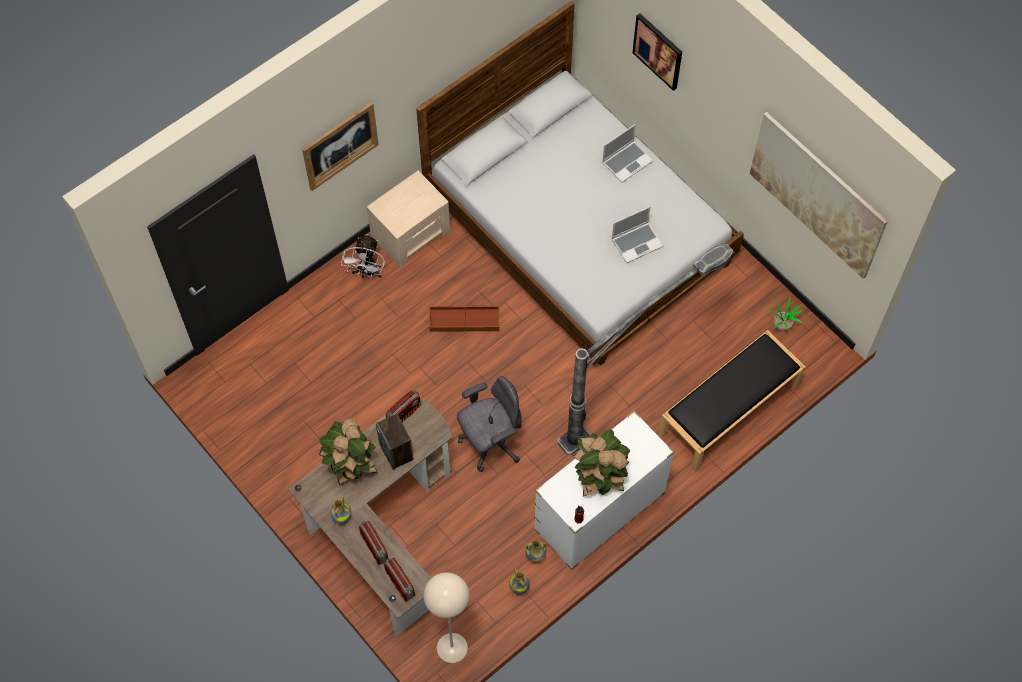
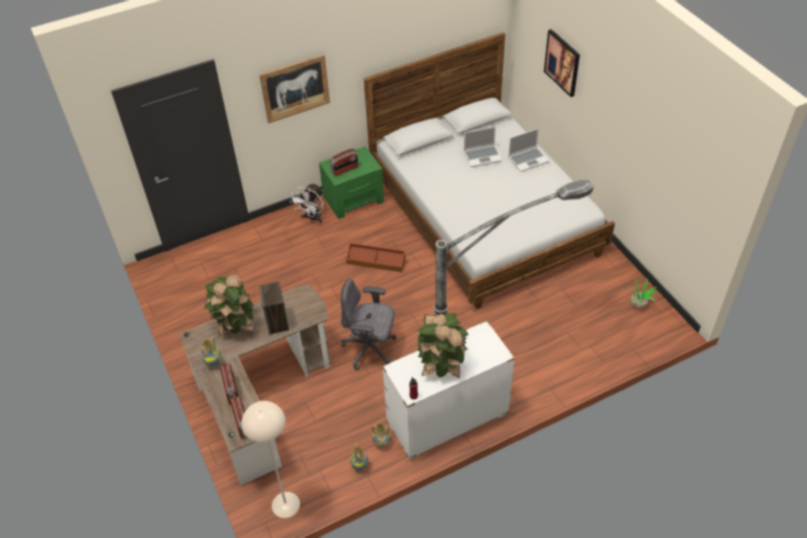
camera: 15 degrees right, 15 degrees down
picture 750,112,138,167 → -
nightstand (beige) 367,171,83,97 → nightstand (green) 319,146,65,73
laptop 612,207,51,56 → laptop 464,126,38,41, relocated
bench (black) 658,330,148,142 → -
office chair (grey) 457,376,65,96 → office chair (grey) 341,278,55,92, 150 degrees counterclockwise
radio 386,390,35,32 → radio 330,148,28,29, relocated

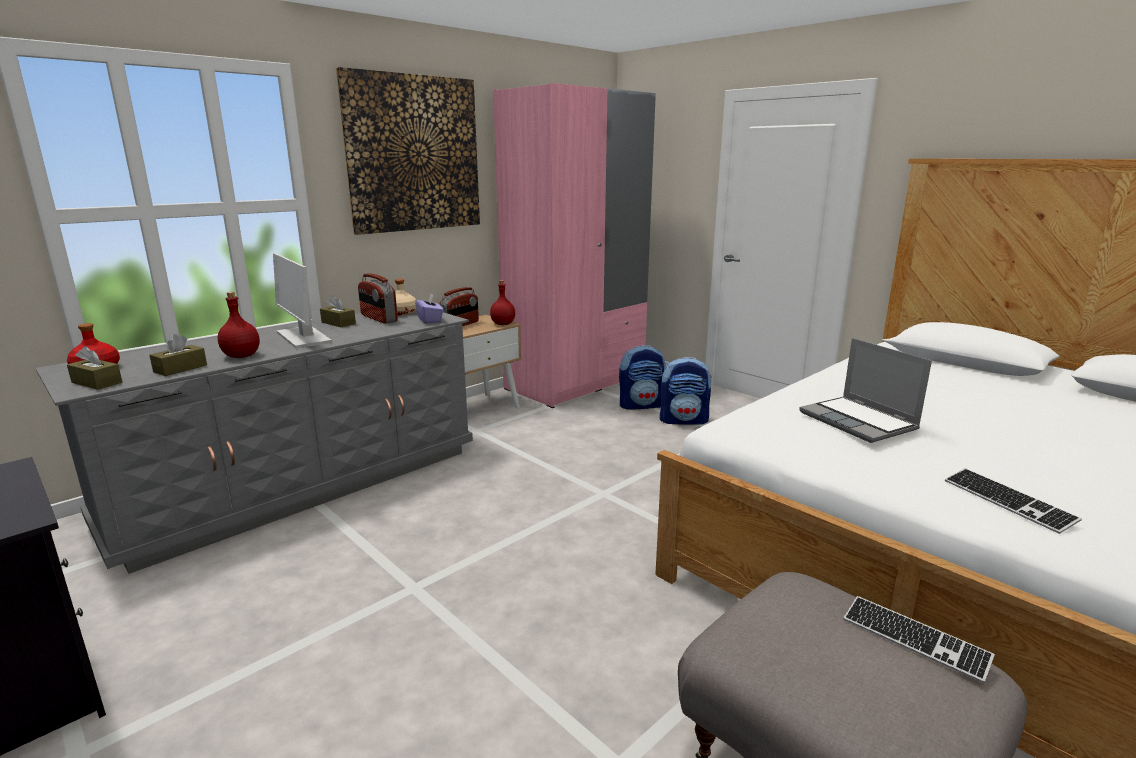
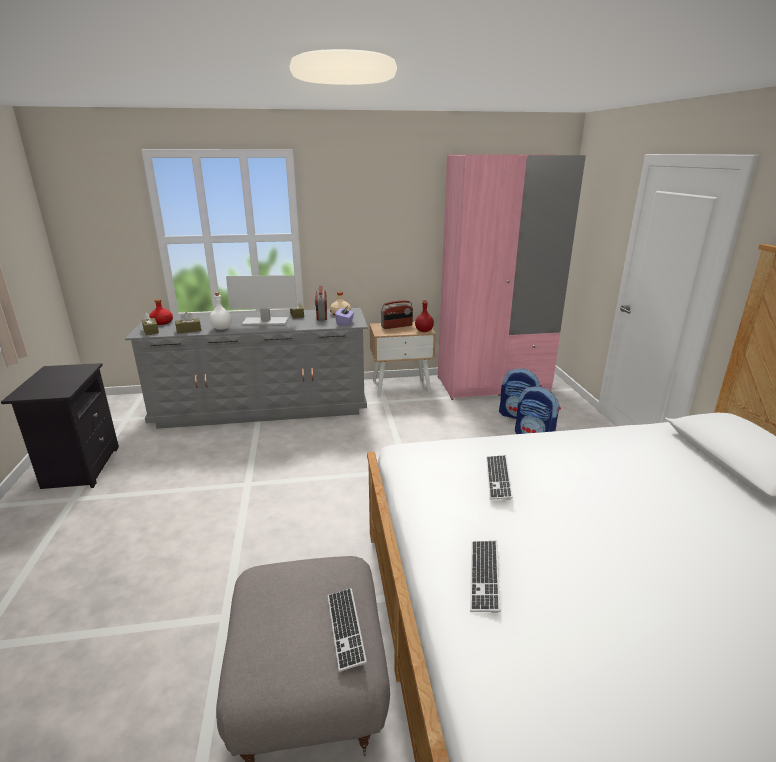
camera: 35 degrees right, 5 degrees up
picture 336,67,144,168 → -
monitor 273,253,59,96 → monitor 226,275,71,50, 90 degrees counterclockwise
bottle (red) 218,292,42,66 → bottle (white) 210,292,22,38
laptop 799,338,133,105 → keyboard 486,455,27,45

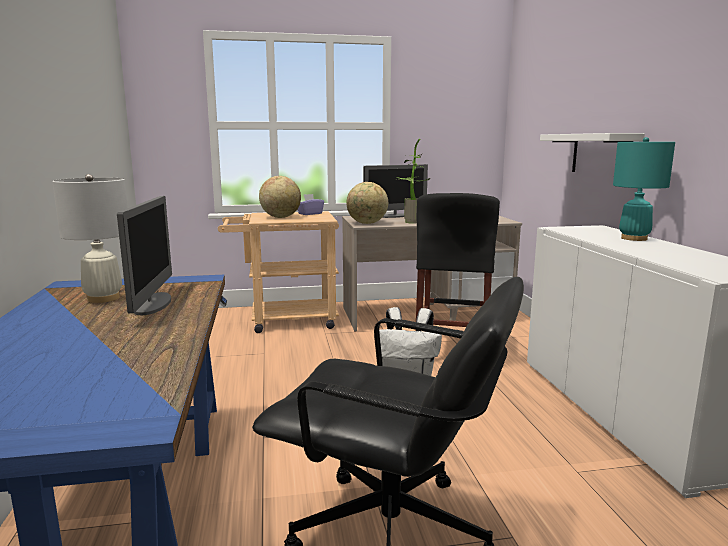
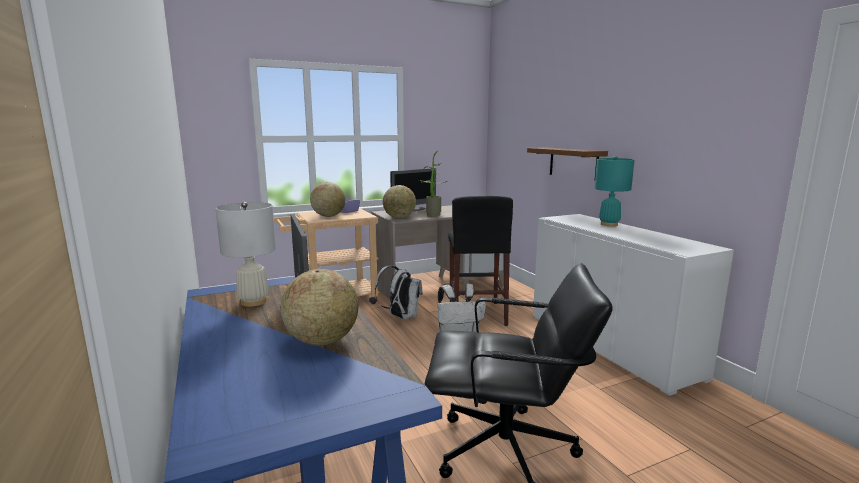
camera: 15 degrees left, 0 degrees up
shelf (white) 540,133,105,39 → shelf (brown) 527,147,81,28
- → backpack (white) 375,265,48,54
- → globe 281,269,78,77

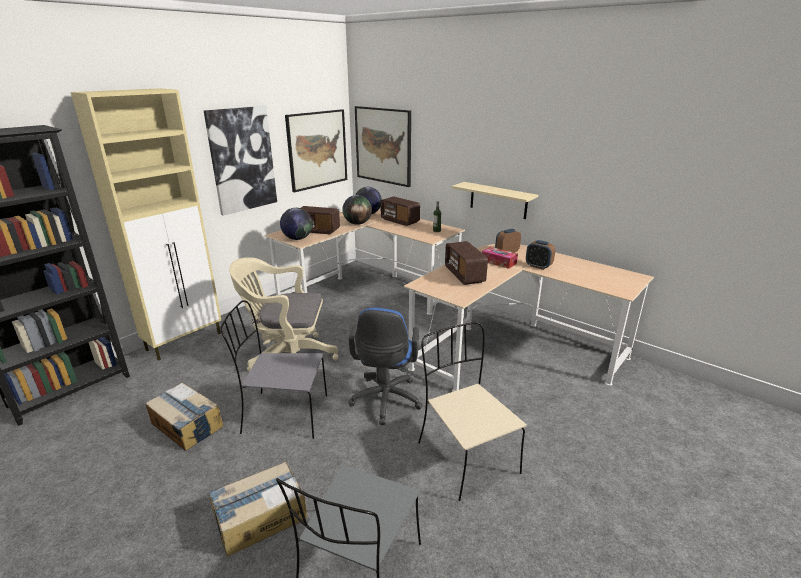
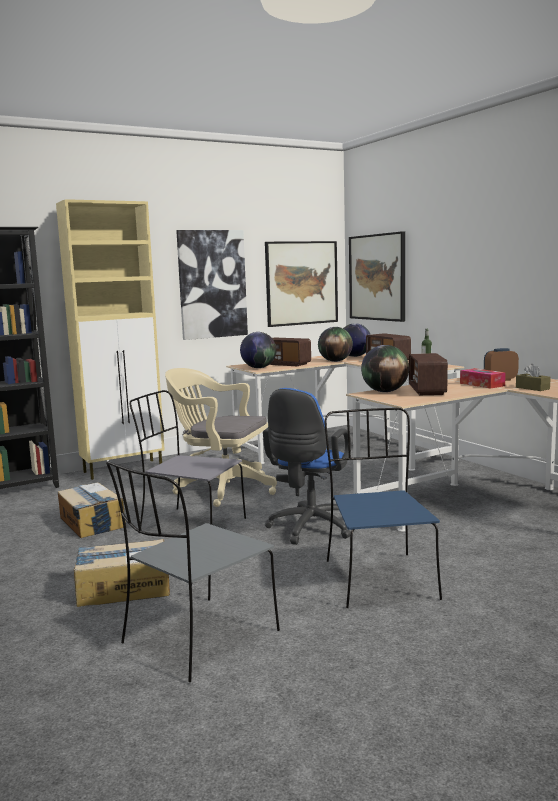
camera: 20 degrees right, 15 degrees down
shelf (beige) 451,182,87,37 → -
alarm clock 526,240,29,30 → tissue box (brown) 516,364,35,27
chair (beige) 418,322,109,179 → chair (blue) 324,408,118,200
- → globe 361,345,48,47

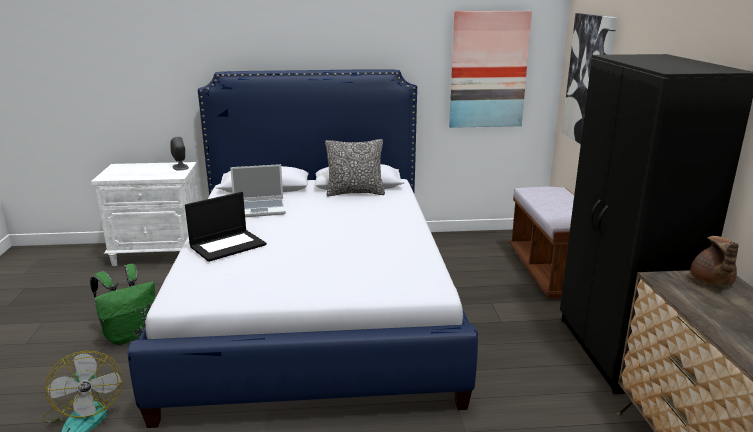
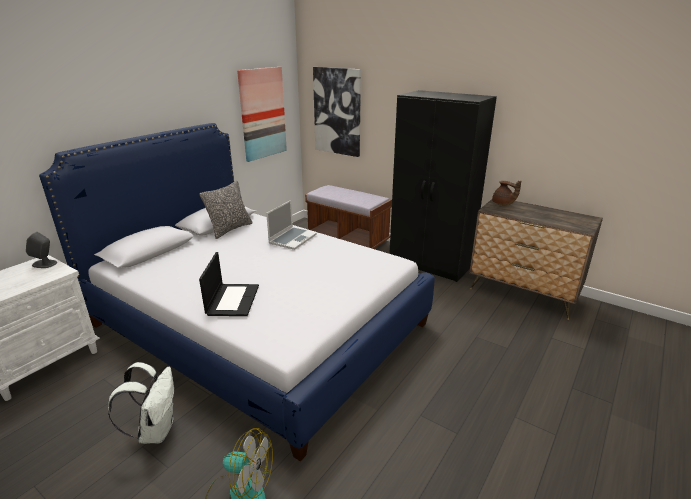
camera: 50 degrees left, 5 degrees up
laptop 230,164,56,53 → laptop 266,200,51,50, relocated
backpack (green) 90,264,65,81 → backpack (white) 108,362,66,82

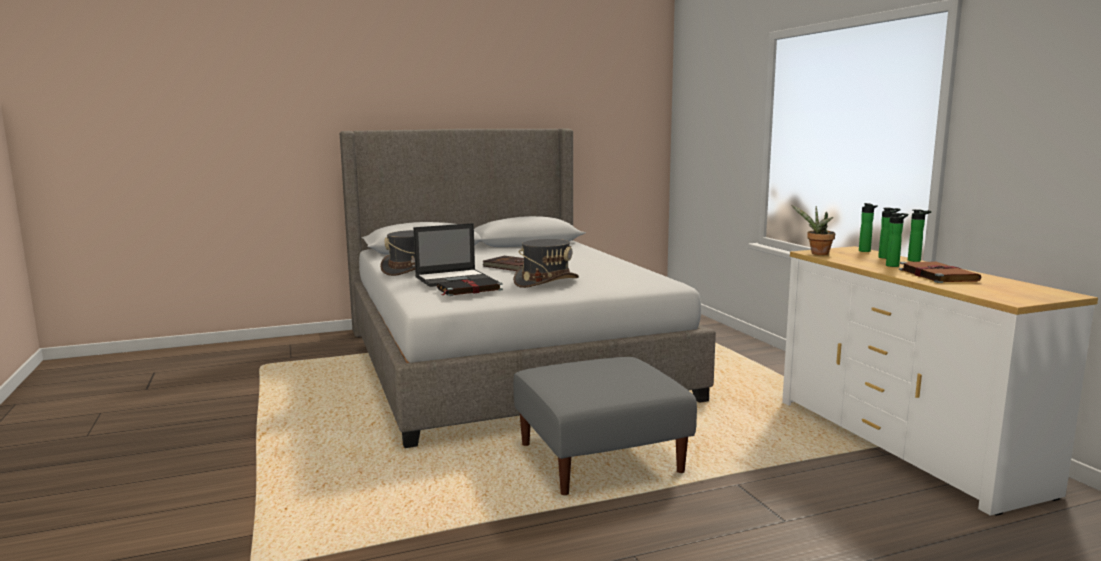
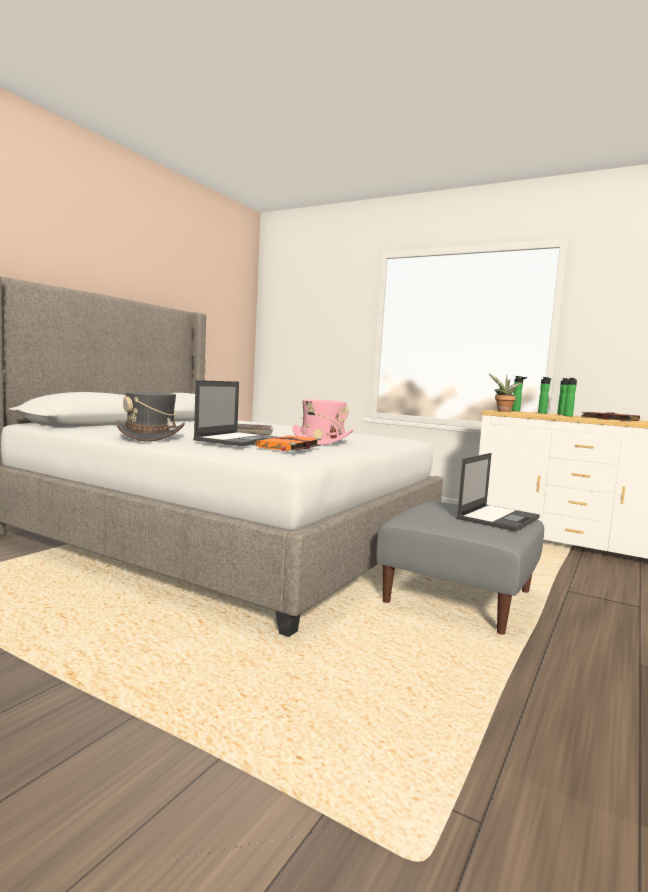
camera: 40 degrees left, 5 degrees down
hat (grey) 513,239,66,49 → hat (pink) 293,399,60,46
book (black) 437,277,66,19 → book (orange) 255,435,66,17
- → laptop 456,453,84,79

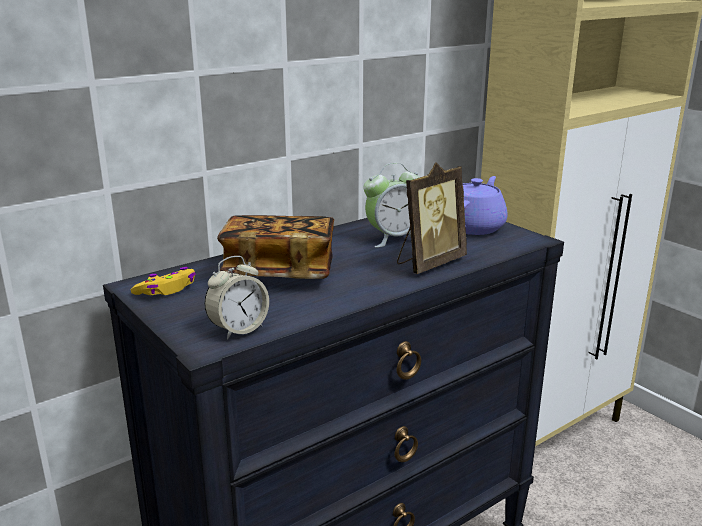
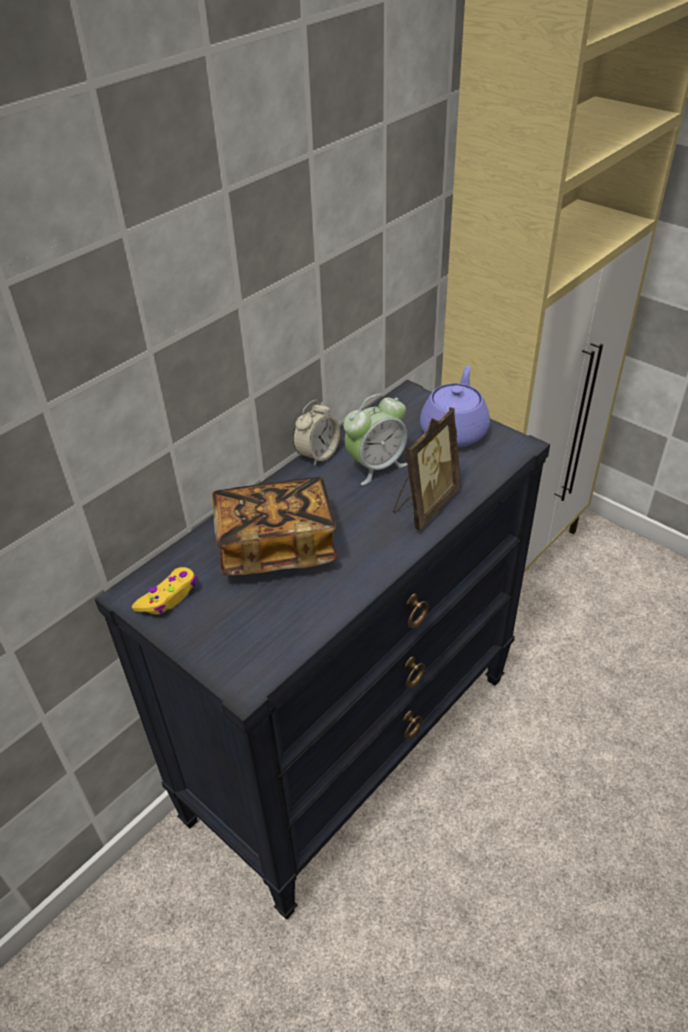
camera: 10 degrees left, 20 degrees up
alarm clock 204,256,65,84 → alarm clock 293,400,47,66, relocated

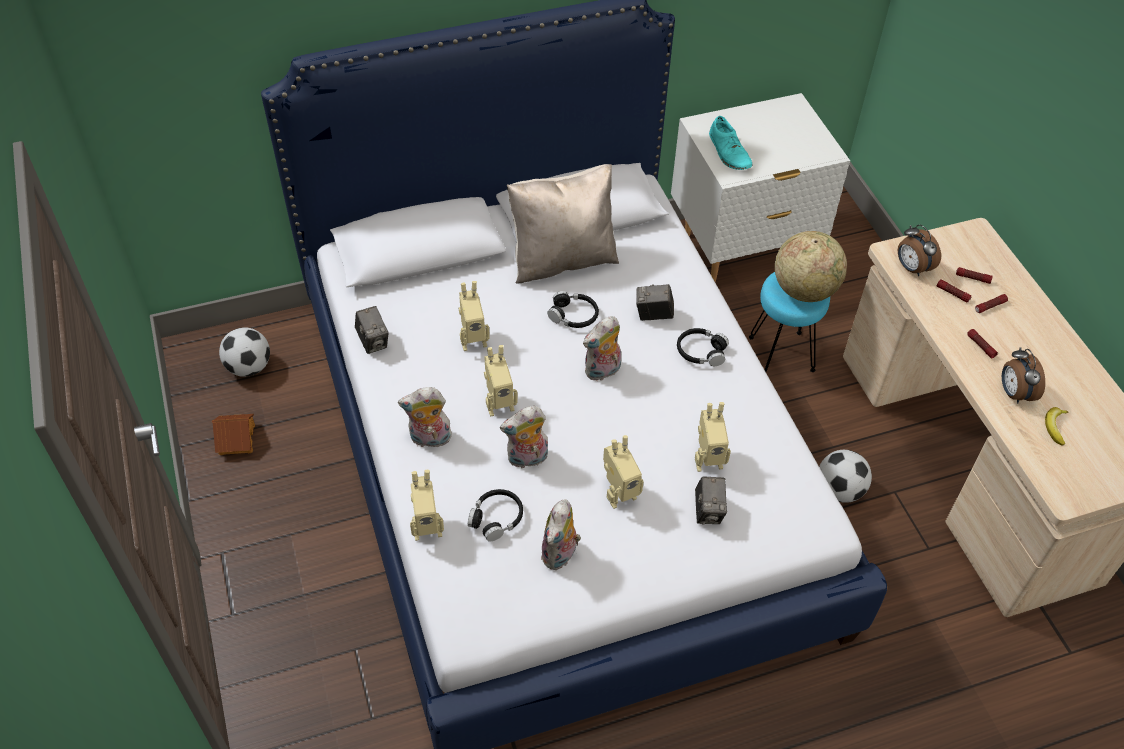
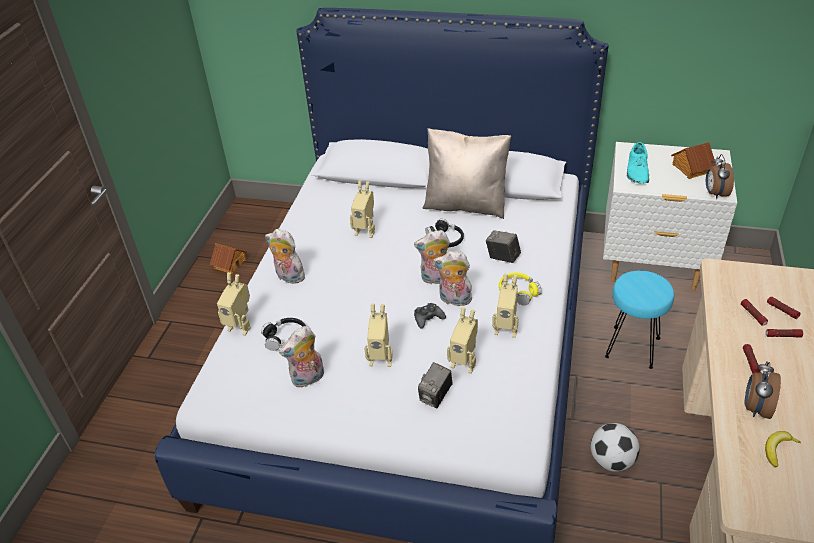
camera: 35 degrees right, 10 degrees down
alarm clock 898,224,43,52 → alarm clock 706,154,28,45, relocated
globe 775,231,72,71 → -
photo camera 355,306,34,48 → -
football 219,327,51,50 → -
headphones (black) 677,328,52,38 → headphones (yellow) 499,273,43,33
toy robot 484,345,34,71 → toy robot 492,274,26,64, relocated
plush toy 500,406,48,62 → plush toy 433,251,39,55, relocated
- → toy house 671,142,45,37
- → game controller (black) 414,303,32,26

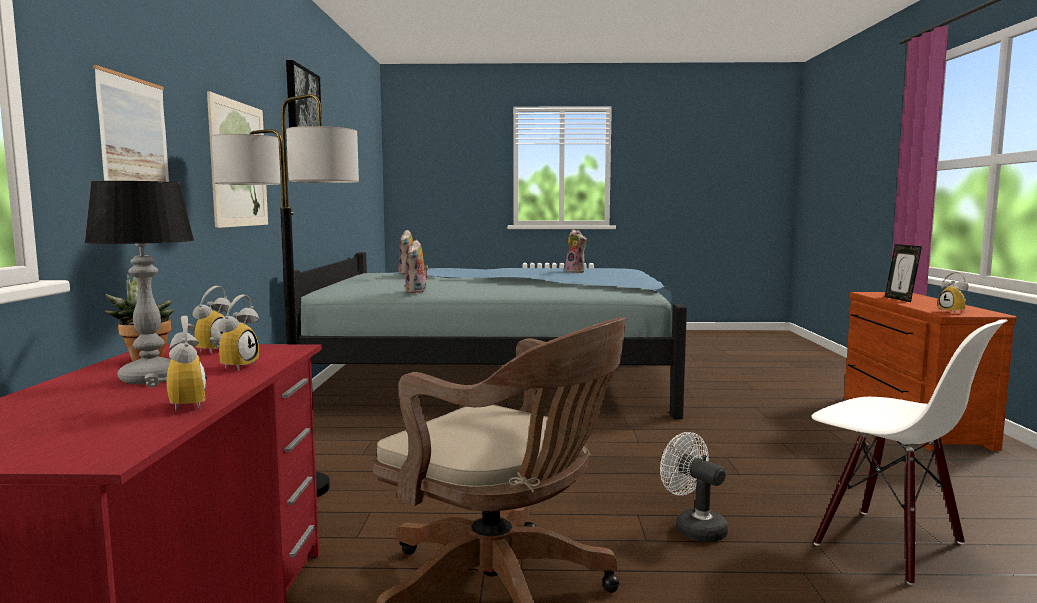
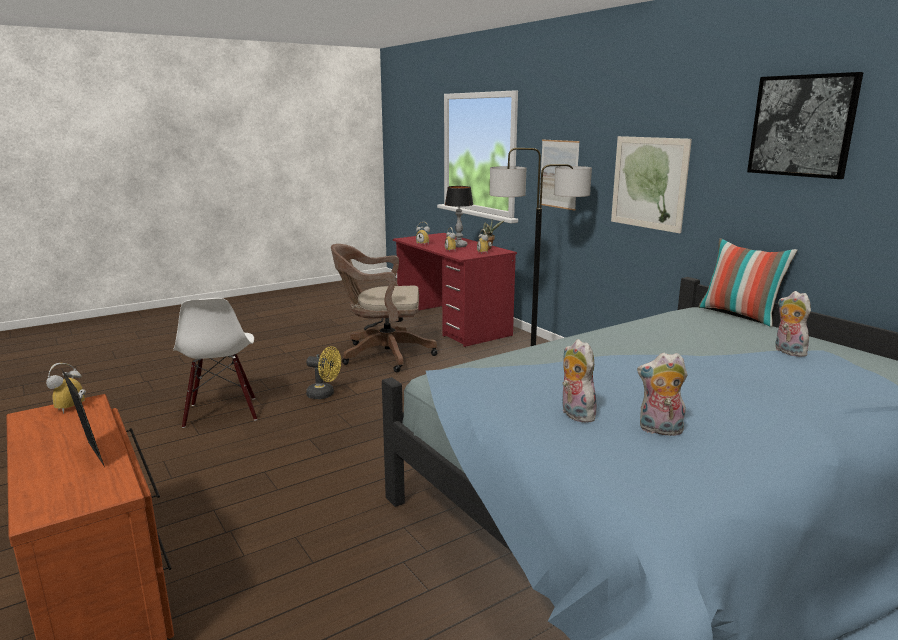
camera: 145 degrees right, 10 degrees up
plush toy 405,240,24,54 → plush toy 563,339,36,83, relocated
alarm clock 939,272,30,42 → alarm clock 46,363,40,51, 105 degrees counterclockwise
chair (white) 812,319,196,266 → chair (white) 173,298,84,130, 120 degrees counterclockwise
fan (white) 660,432,68,110 → fan (yellow) 306,346,35,53
- → pillow 698,238,99,89

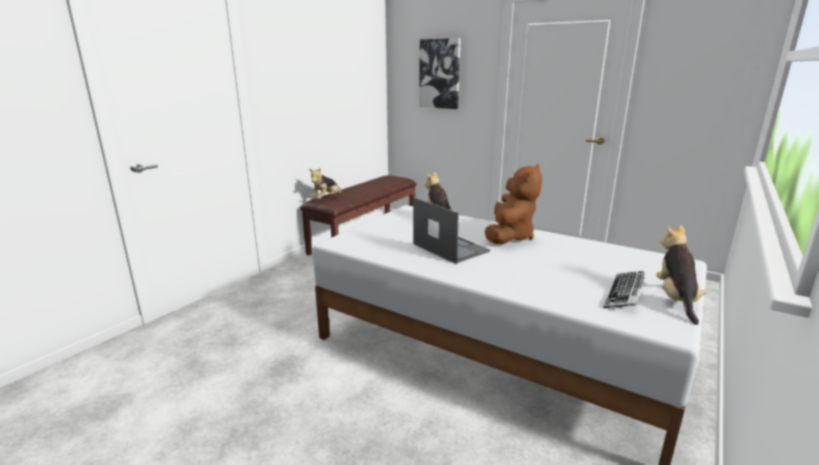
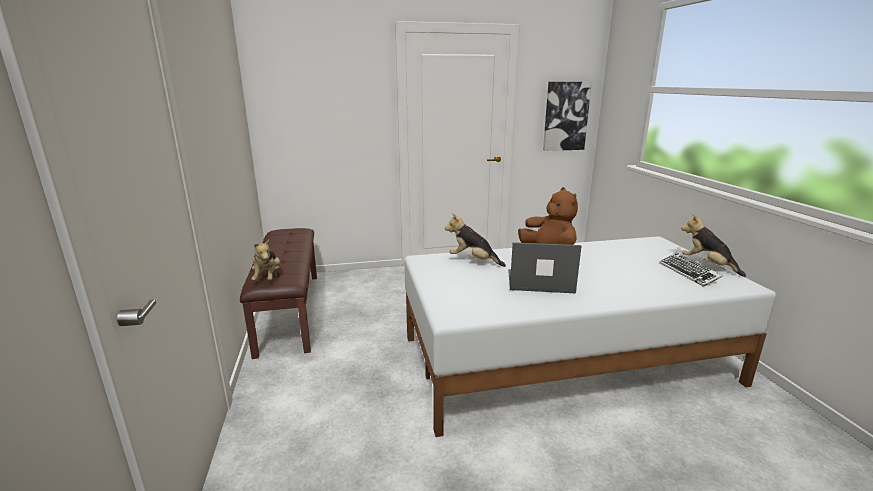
camera: 45 degrees left, 0 degrees up
picture 419,38,42,71 → picture 543,82,49,69, relocated

